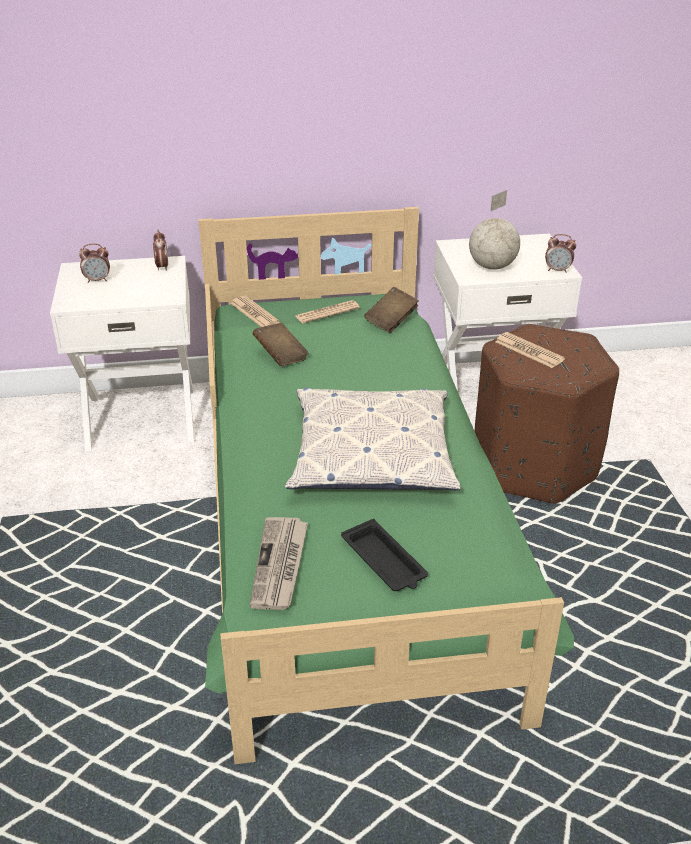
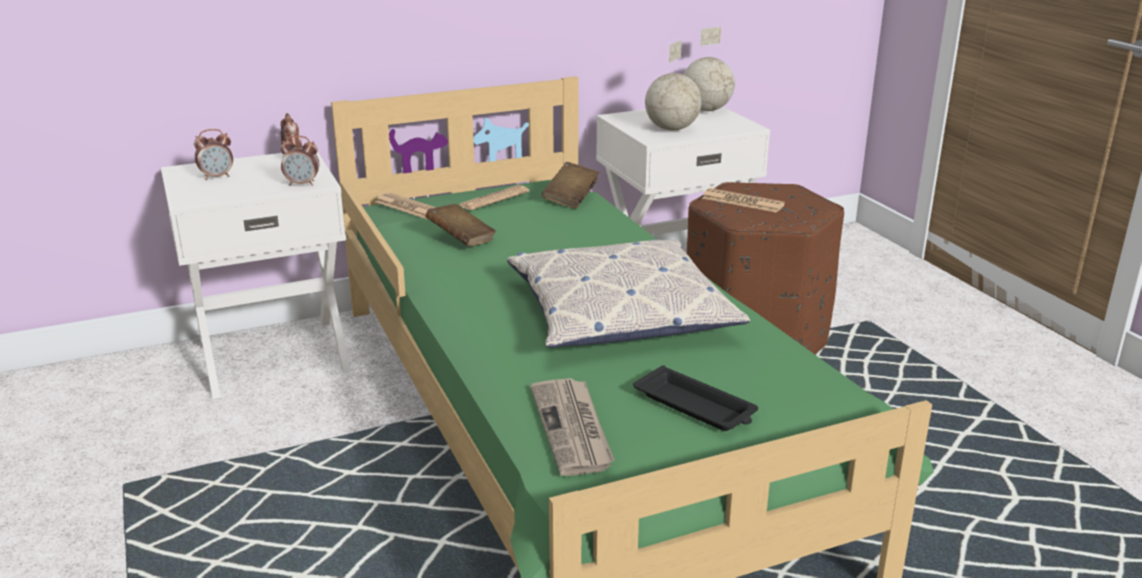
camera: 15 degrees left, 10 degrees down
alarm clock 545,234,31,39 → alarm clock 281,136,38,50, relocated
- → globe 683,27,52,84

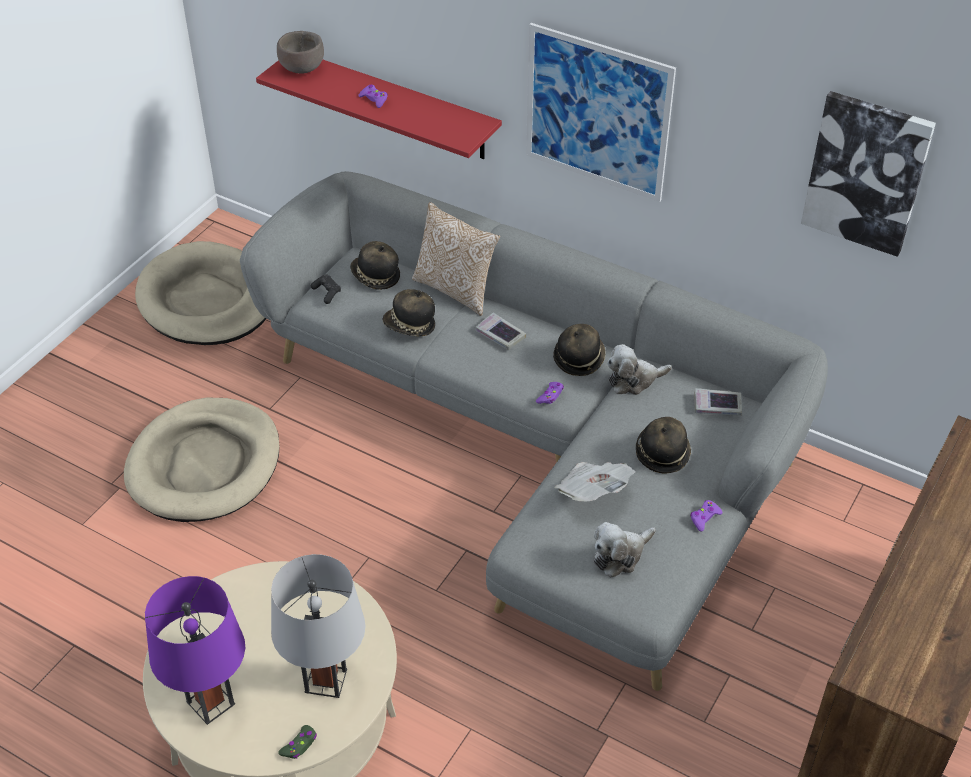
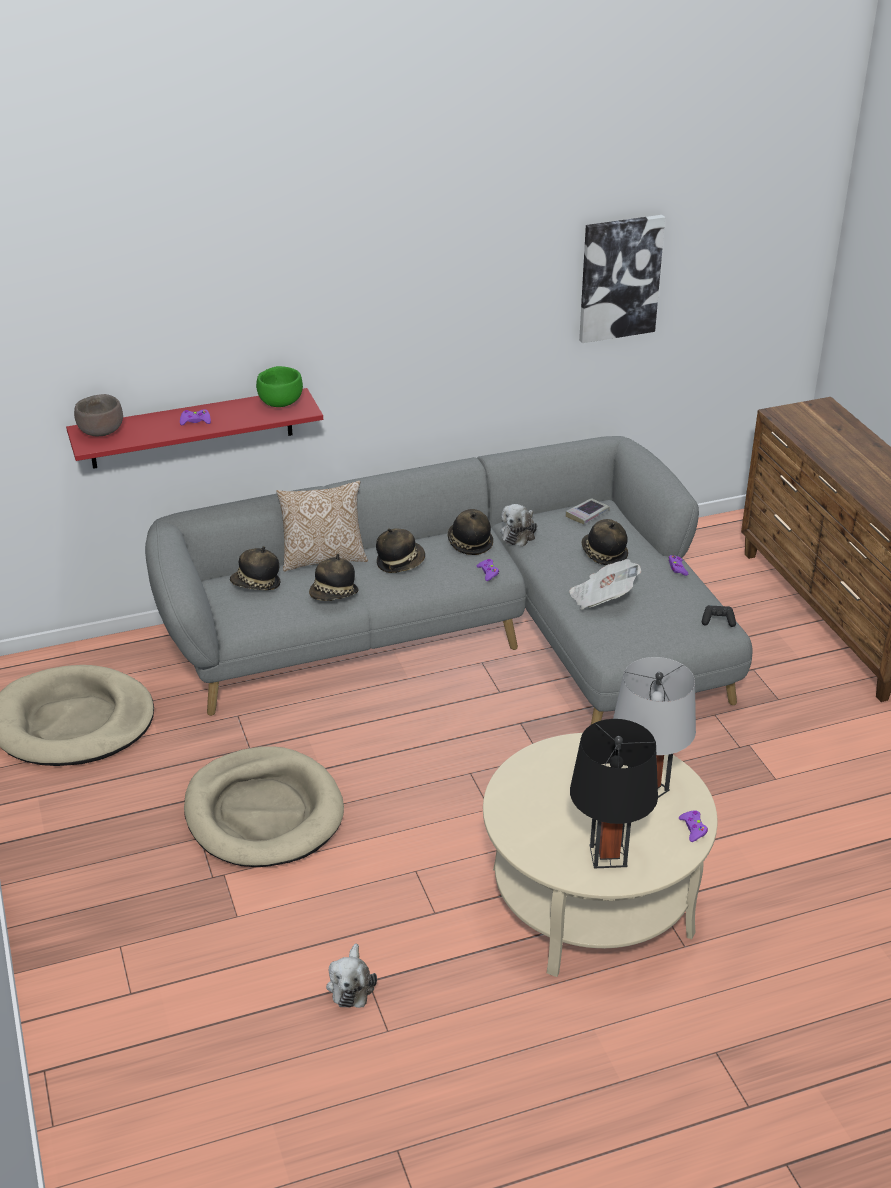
camera: 50 degrees left, 10 degrees down
picture 526,23,150,179 → -
game controller (black) 311,274,30,30 → game controller (black) 702,605,34,22, relocated
book 475,312,51,38 → hat 376,528,49,45
plush toy 594,522,62,56 → plush toy 326,943,51,65, relocated
table lamp (purple) 145,576,100,149 → table lamp (black) 570,719,88,150
game controller (green) 278,725,39,34 → game controller (purple) 679,810,29,32
- → bowl (green) 256,366,47,41

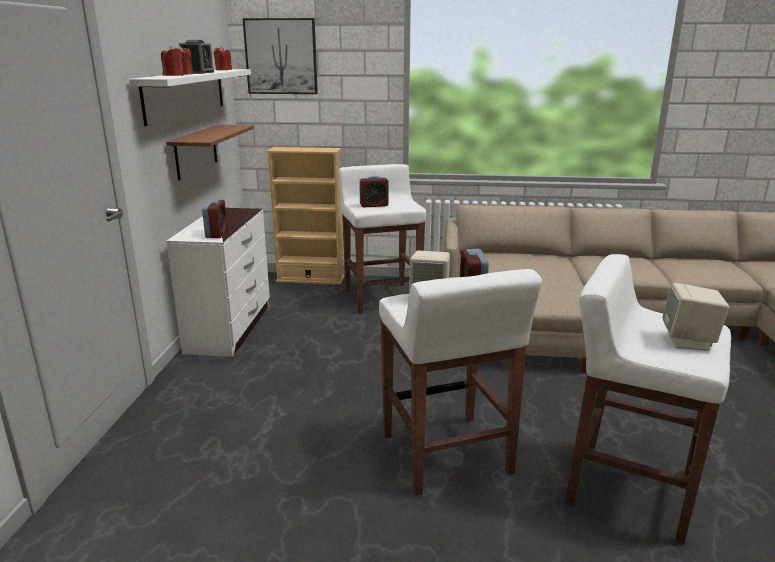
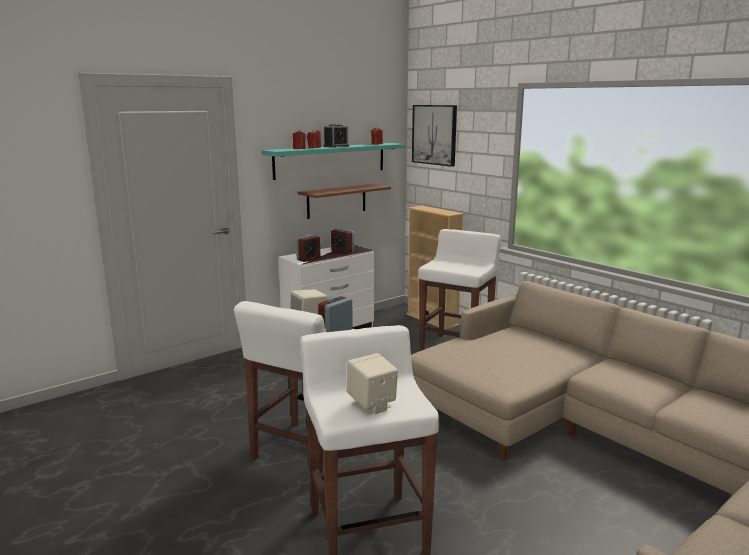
camera: 45 degrees right, 5 degrees down
shelf (white) 129,69,122,57 → shelf (turquoise) 262,143,142,37
alarm clock 359,176,30,32 → alarm clock 331,228,23,26, relocated

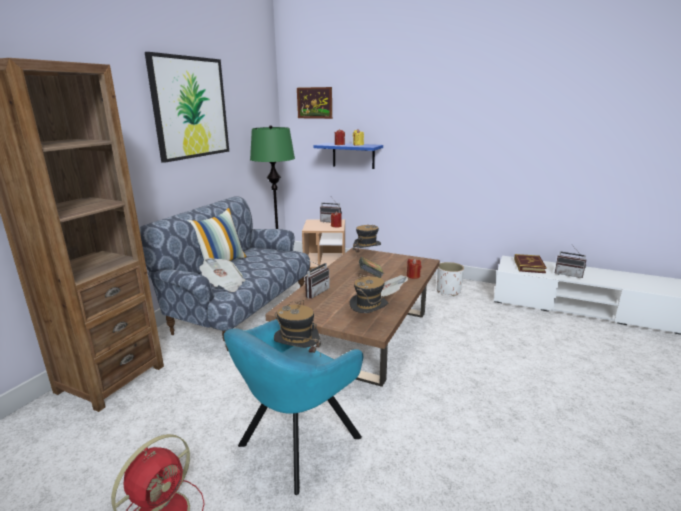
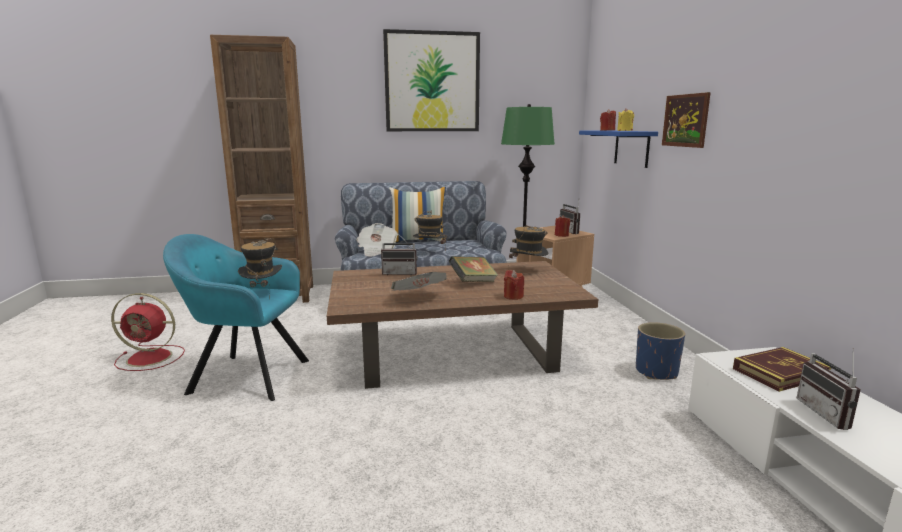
camera: 55 degrees right, 5 degrees down
picture 297,87,35,32 → picture 662,92,49,56, relocated
planter (white) 437,262,27,34 → planter (blue) 636,322,49,58
hat 349,273,40,40 → hat 413,211,34,40, relocated

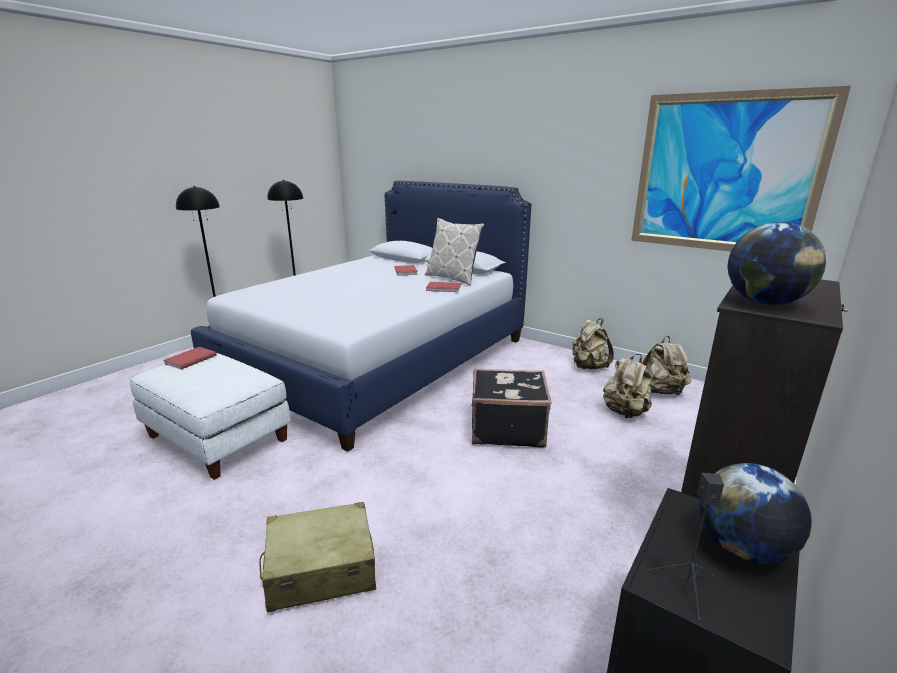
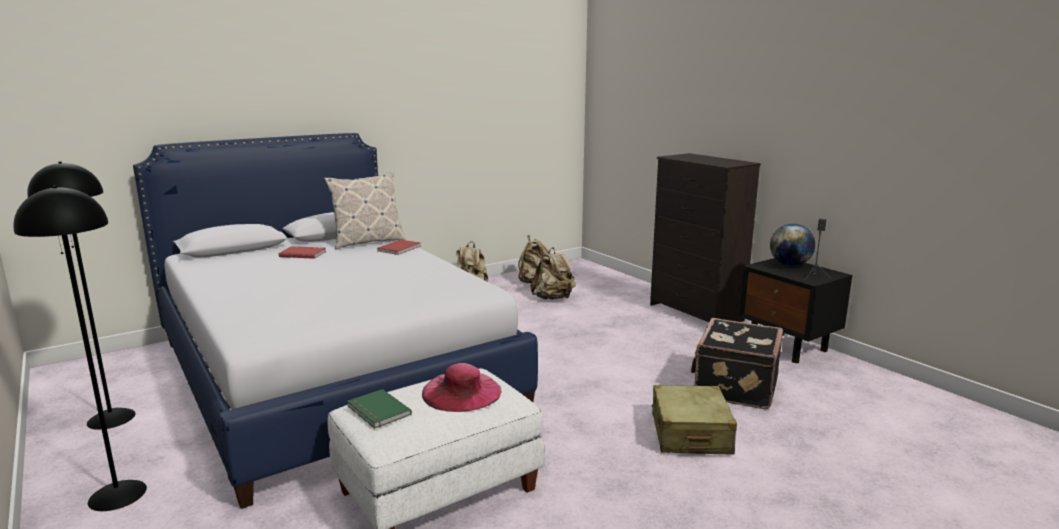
camera: 70 degrees left, 5 degrees down
picture 631,86,220,165 → -
globe 728,222,98,83 → -
book (red) 164,347,53,23 → book (green) 347,389,65,40
suitcase (black) 472,368,79,80 → suitcase (black) 691,318,92,91, relocated
- → hat (pink) 422,363,80,49

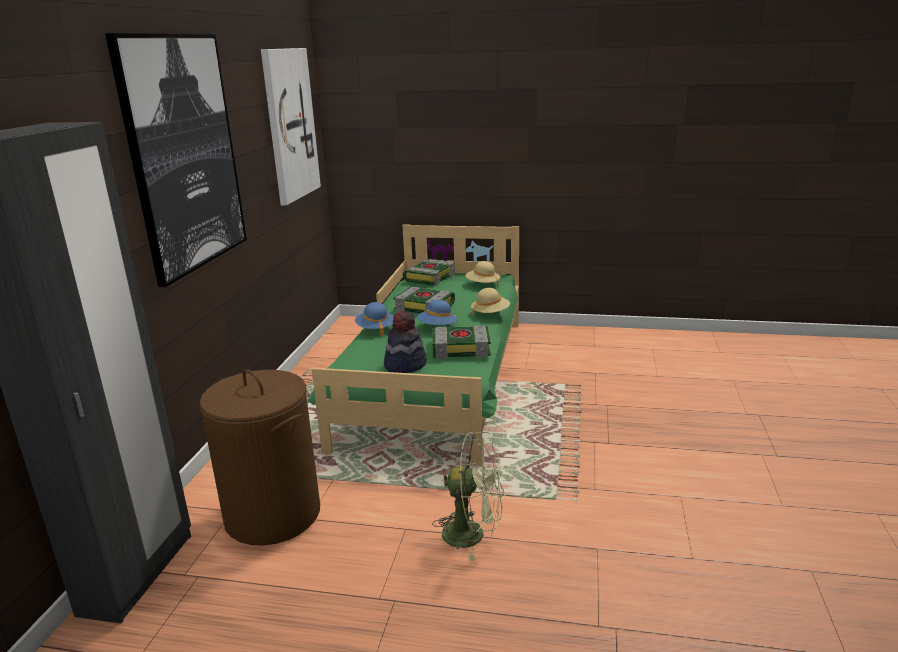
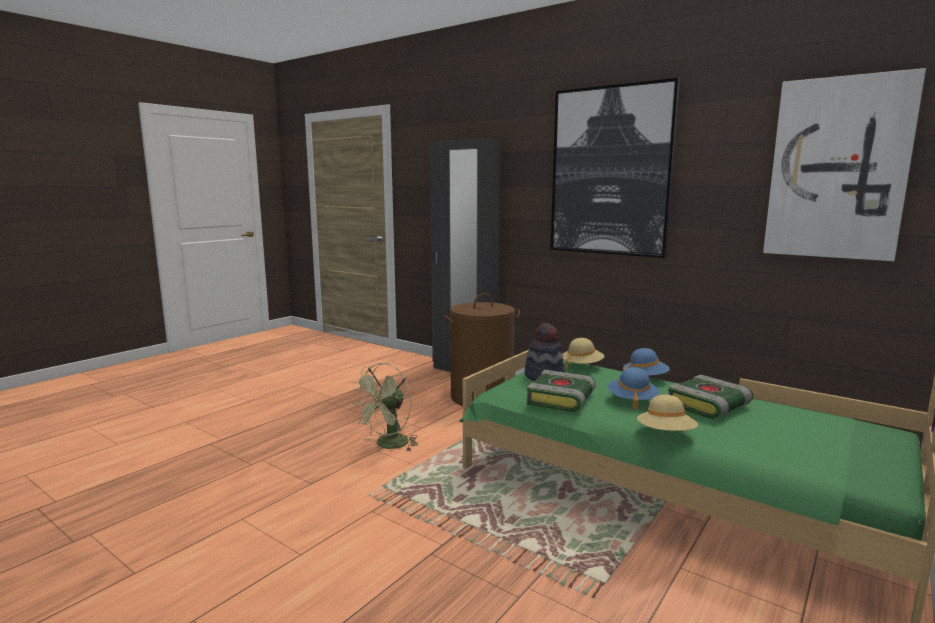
camera: 115 degrees right, 10 degrees down
book 403,259,52,27 → -
hat (beige) 466,261,34,26 → hat (beige) 562,338,42,32, relocated

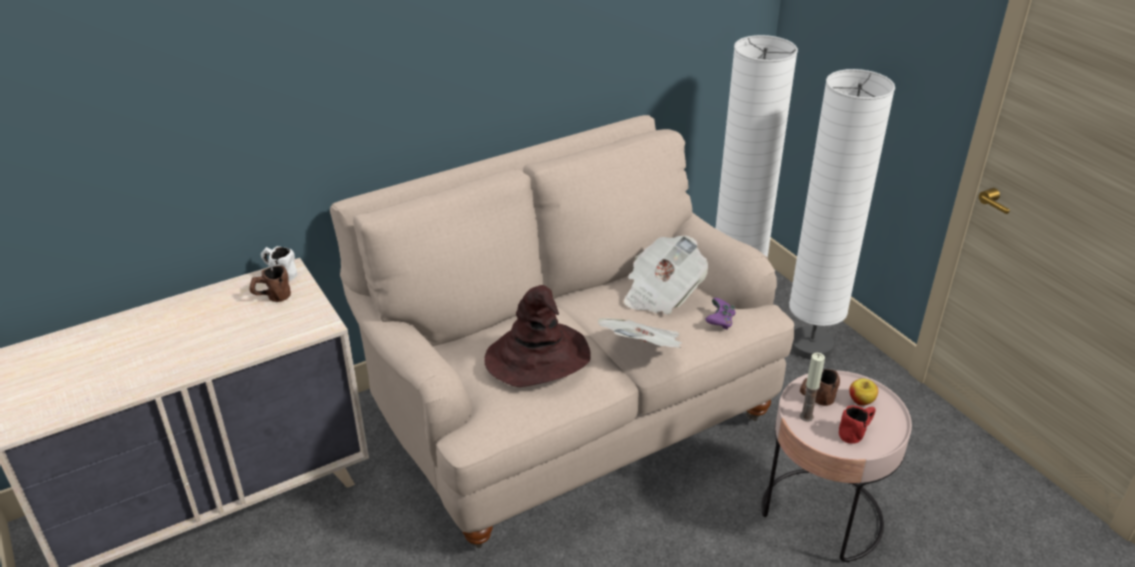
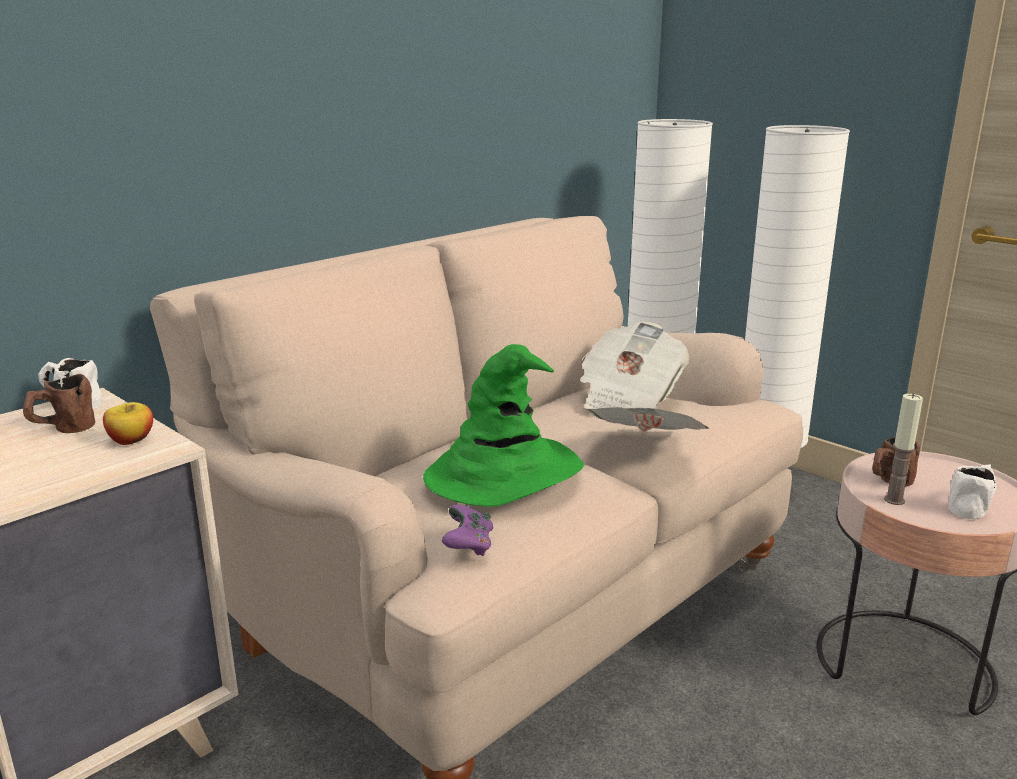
camera: 15 degrees left, 15 degrees down
hat (brown) 484,285,107,102 → hat (green) 423,344,161,163
game controller (purple) 706,298,29,31 → game controller (purple) 442,505,51,51, relocated
apple 849,378,29,28 → apple 103,402,50,43, relocated
mug (red) 839,405,37,39 → mug (white) 949,465,47,54

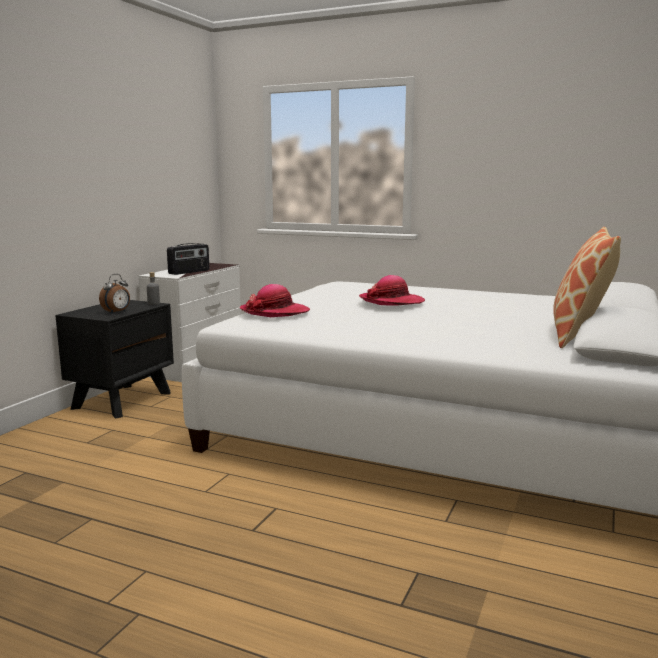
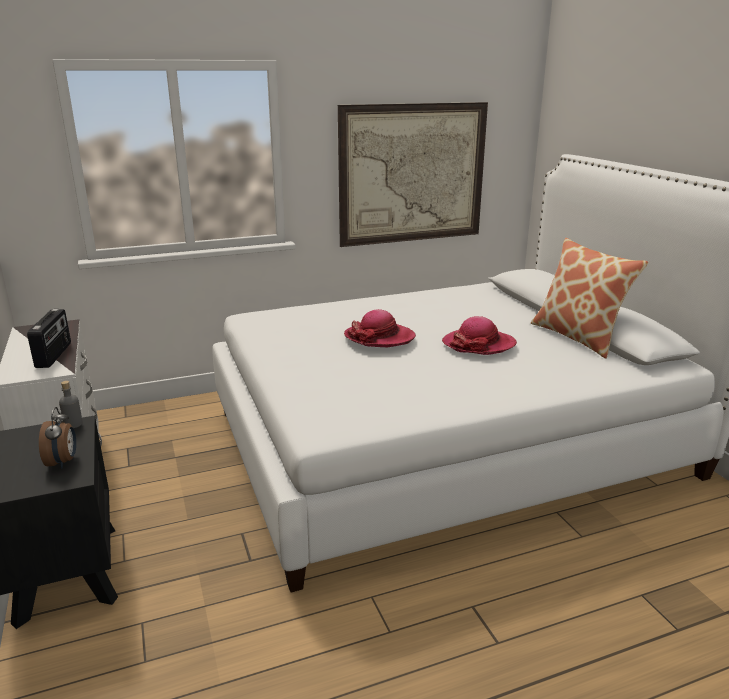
camera: 45 degrees left, 10 degrees up
hat 239,284,71,33 → hat 442,316,75,39, relocated
- → picture 338,102,150,145

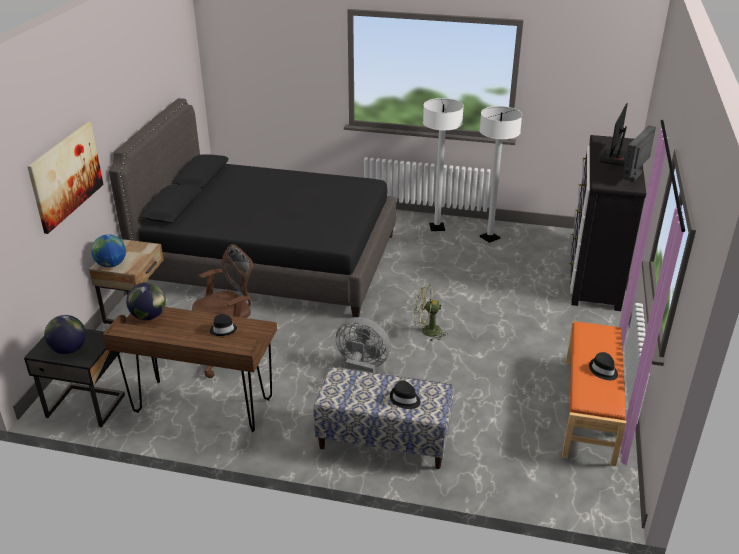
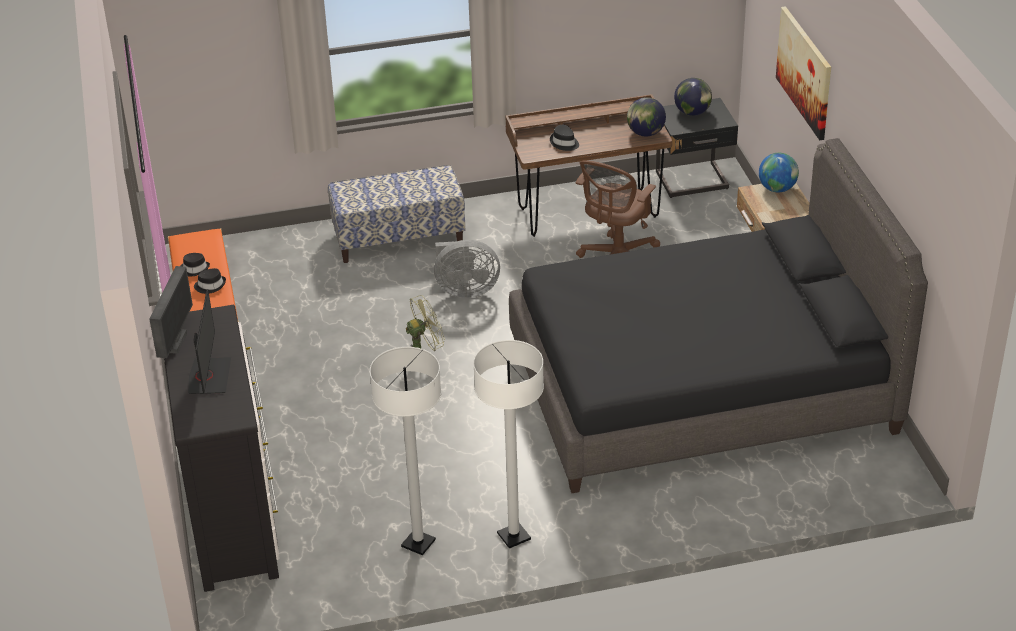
camera: 155 degrees right, 5 degrees up
hat (black) 390,380,31,29 → hat (black) 194,268,32,26, relocated

